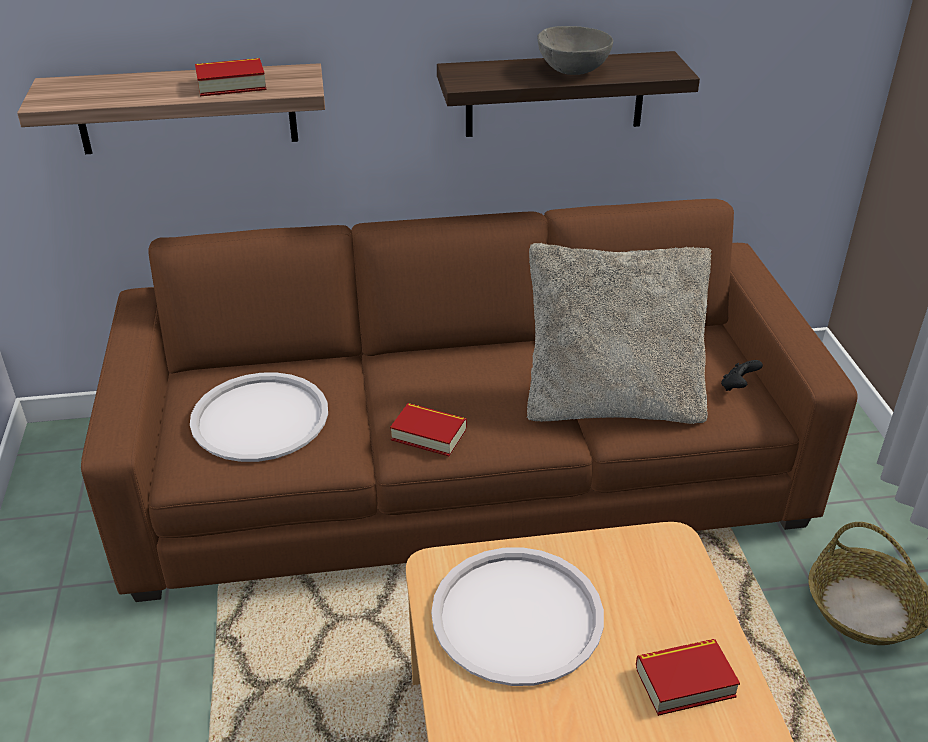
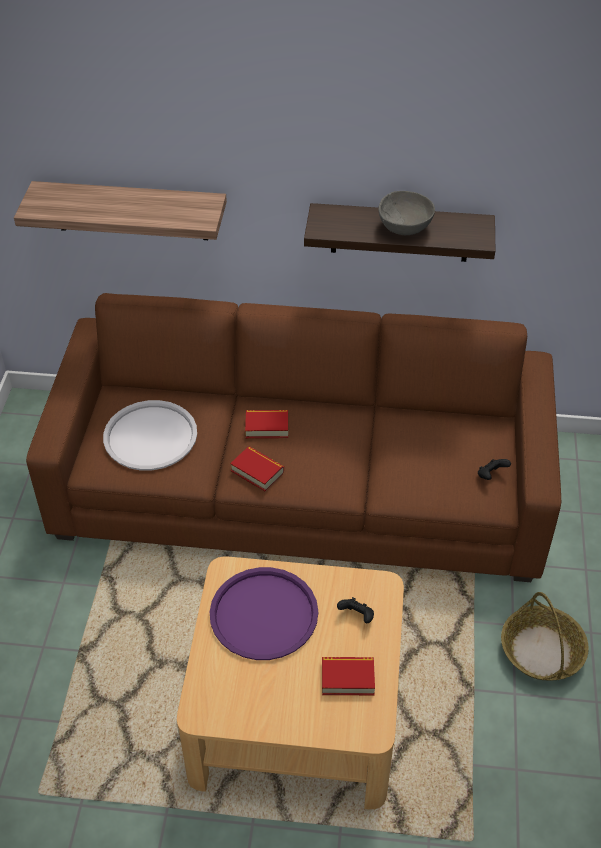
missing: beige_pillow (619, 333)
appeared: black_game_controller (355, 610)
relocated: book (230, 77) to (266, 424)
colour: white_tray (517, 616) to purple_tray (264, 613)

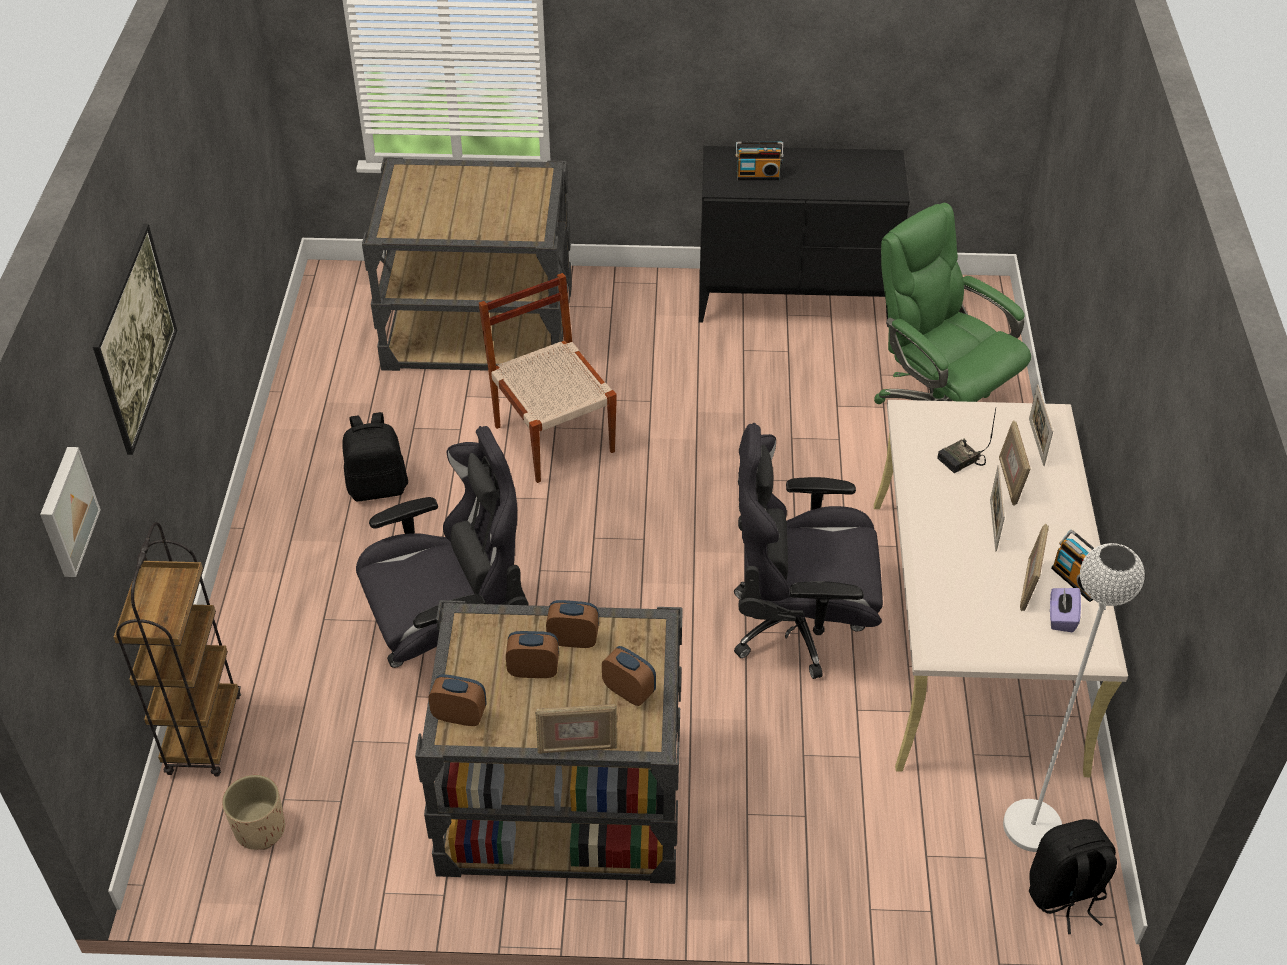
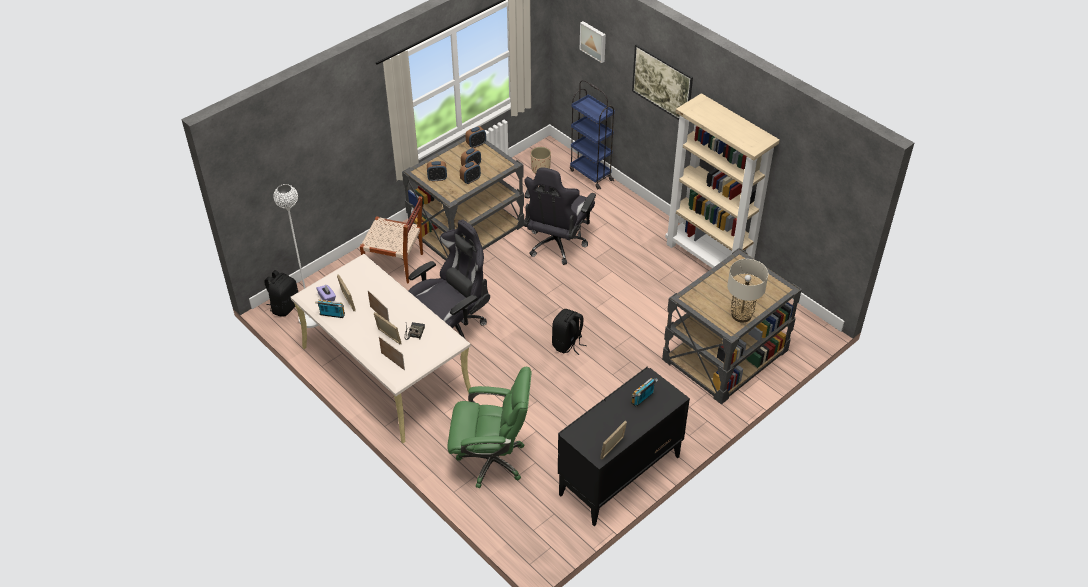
appeared: beige_bookcase (722, 180); table_lamp (747, 291)
relocated: chair (548, 378) to (391, 240); black_backpack (375, 456) to (569, 332); picture_frame (576, 729) to (613, 440)
colour: brown_cart (177, 649) to blue_cart (592, 134)

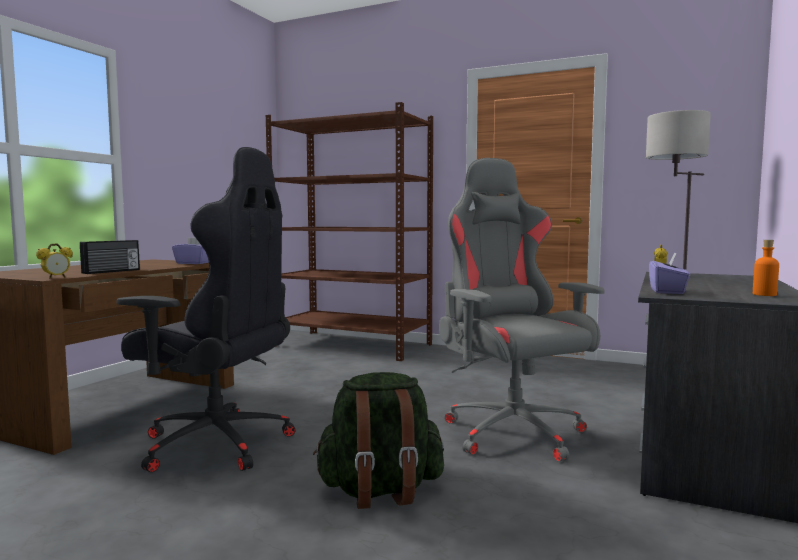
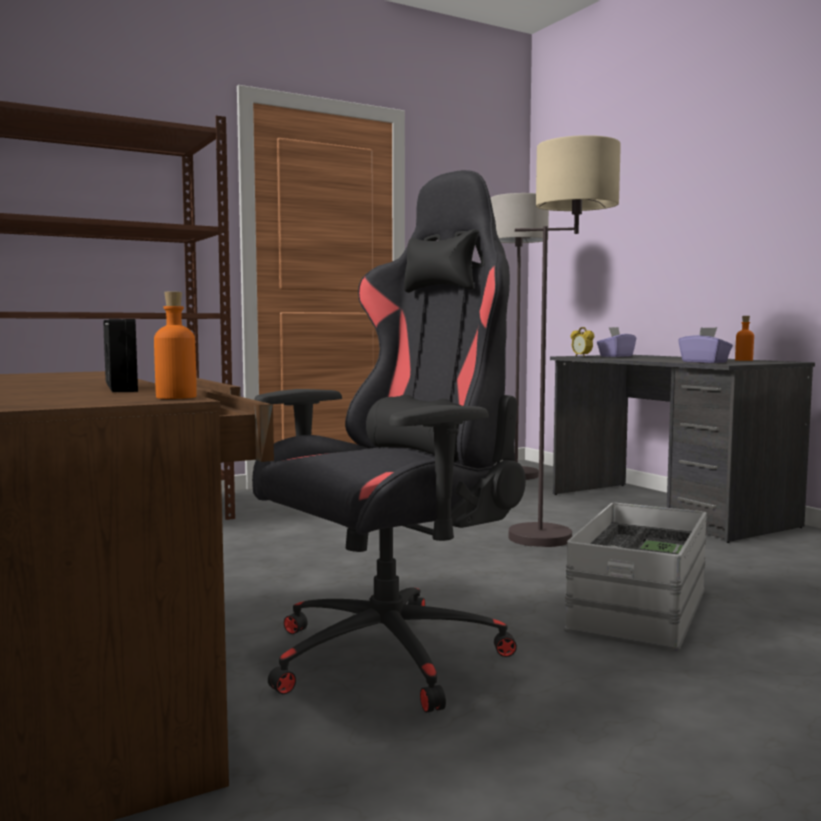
relocated: purple_tissue_box (190, 251) to (616, 342)
exchanged: grey_office_chair (522, 310) to beige_floor_lamp (564, 341); alarm_clock (54, 261) to orange_bottle (175, 345); green_backpack (378, 440) to grey_storage_box (636, 577)

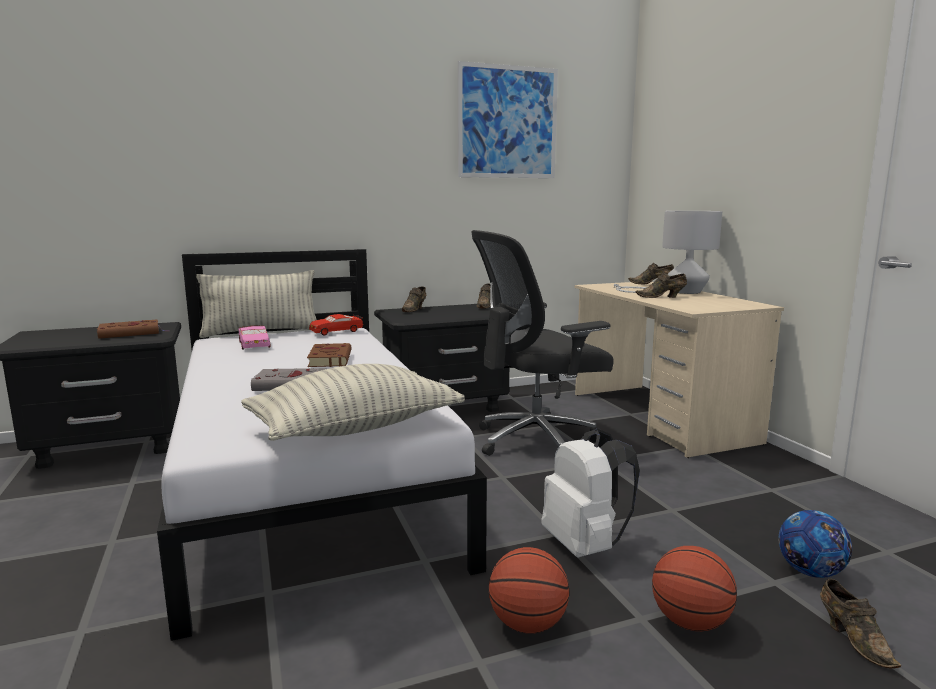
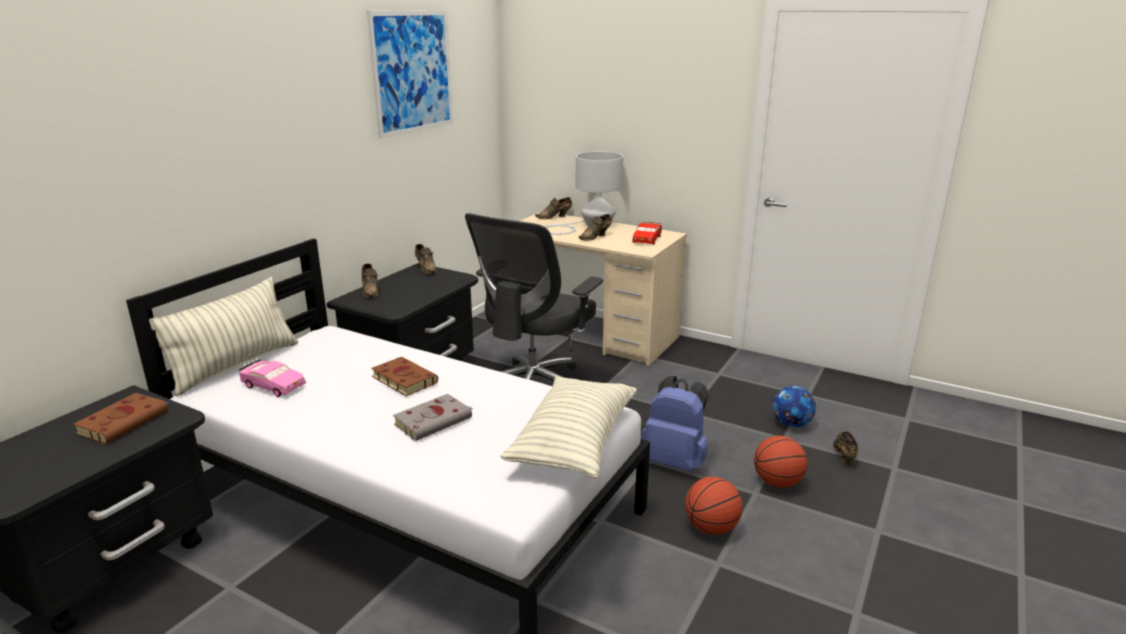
relocated: red_toy_car (336, 324) to (647, 233)
colour: white_backpack (591, 493) to blue_backpack (675, 424)
spun: brown_shoe (860, 624) = (845, 447) 120 degrees counterclockwise

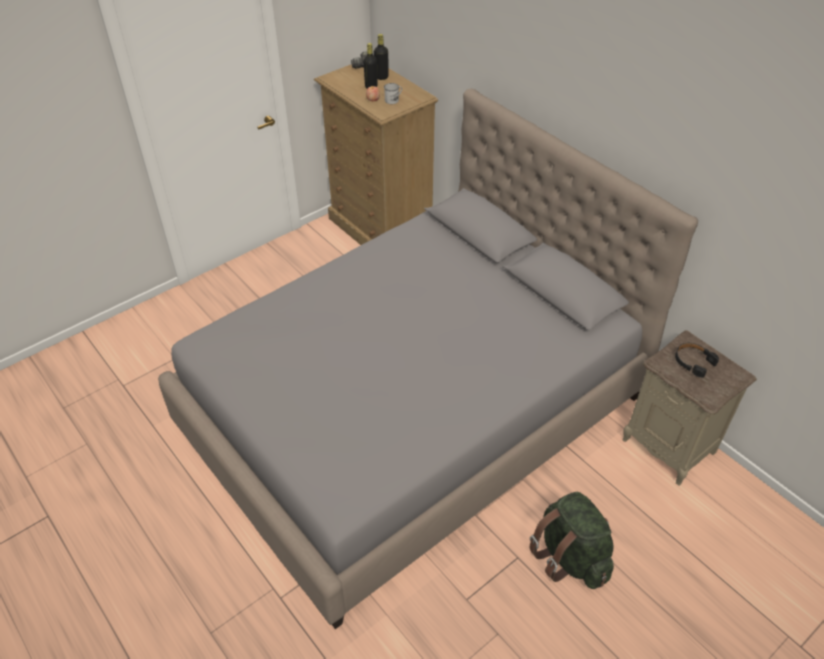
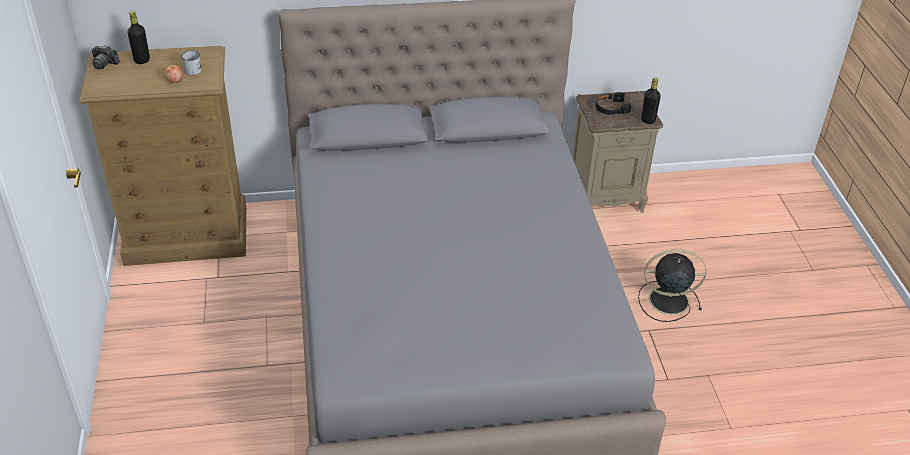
relocated: black_bottle (370, 66) to (651, 100)
exchanged: green_backpack (571, 540) to black_fan (672, 285)

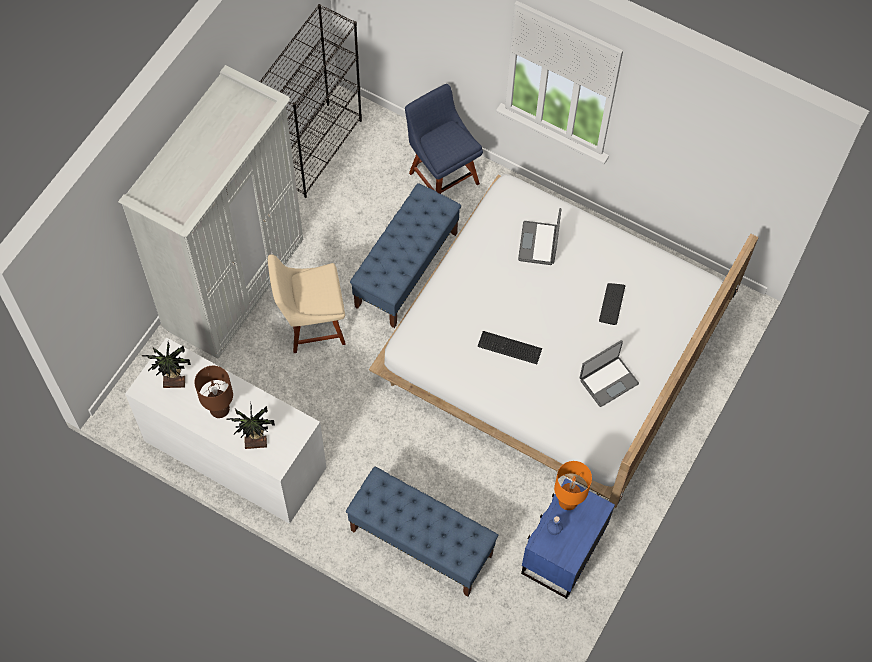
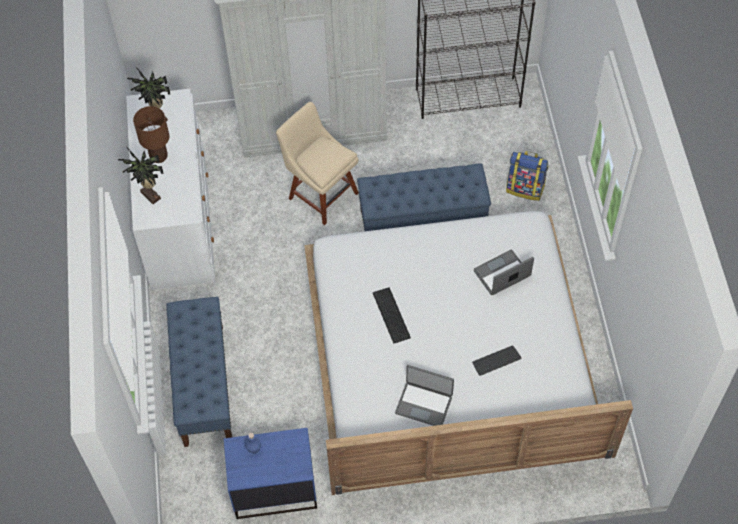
missing: orange_table_lamp (573, 485)
exchanged: blue_chair (444, 139) to backpack (527, 176)

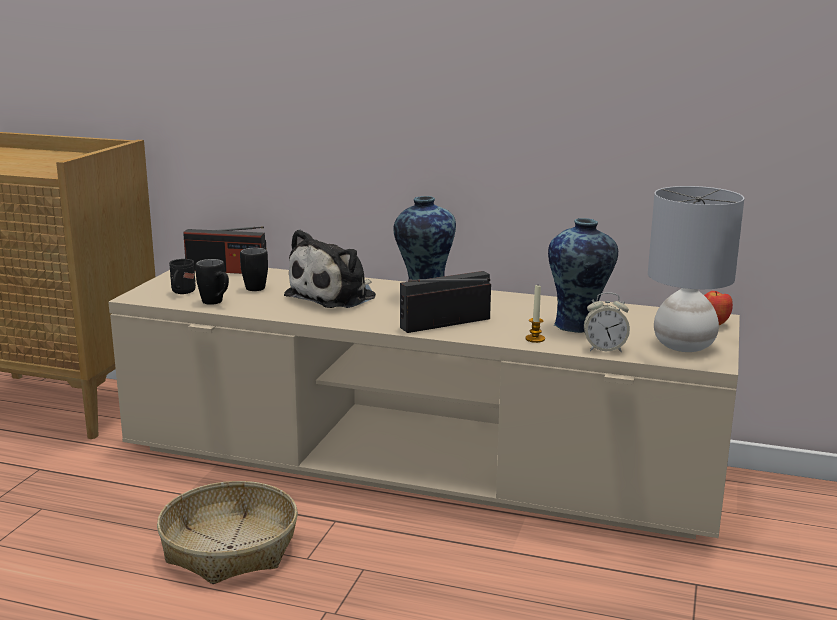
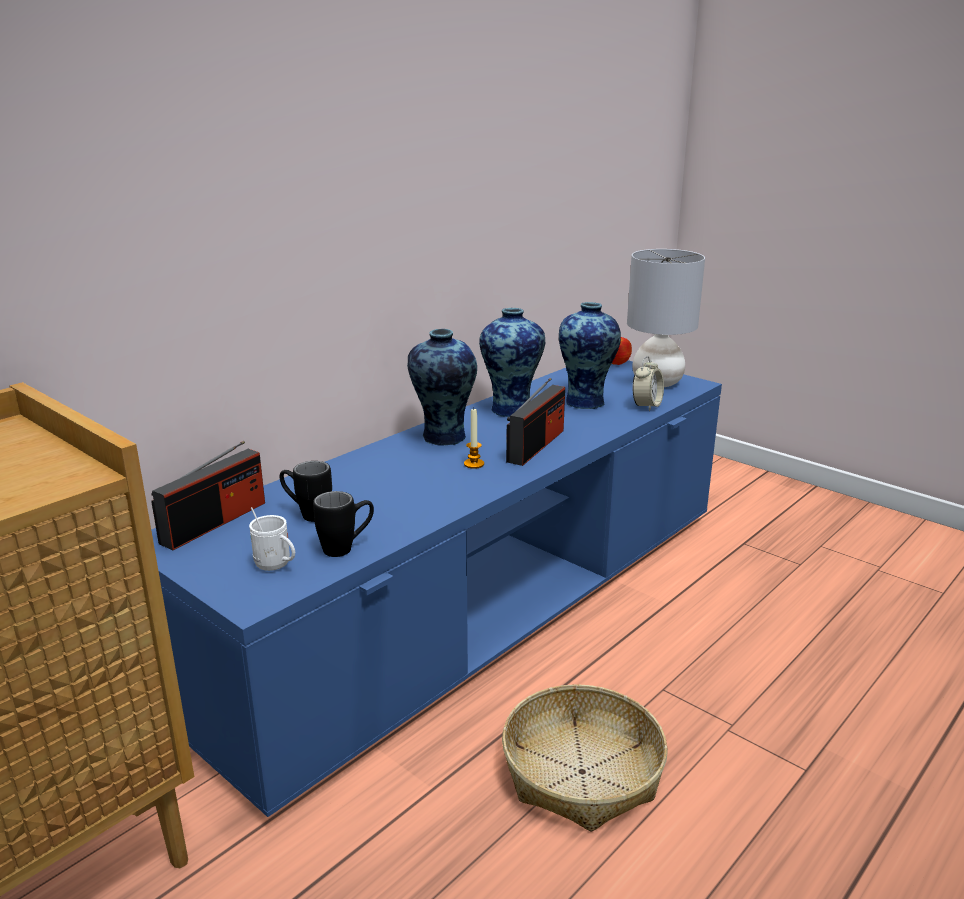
missing: plush_toy (330, 268)
appeared: vase (512, 362)
relocated: candle (535, 314) to (474, 439)
colour: black_mug (182, 272) to white_mug (272, 539); beige_tv_stand (424, 403) to blue_tv_stand (436, 588)
spun: radio (445, 302) = (535, 422) 150 degrees counterclockwise

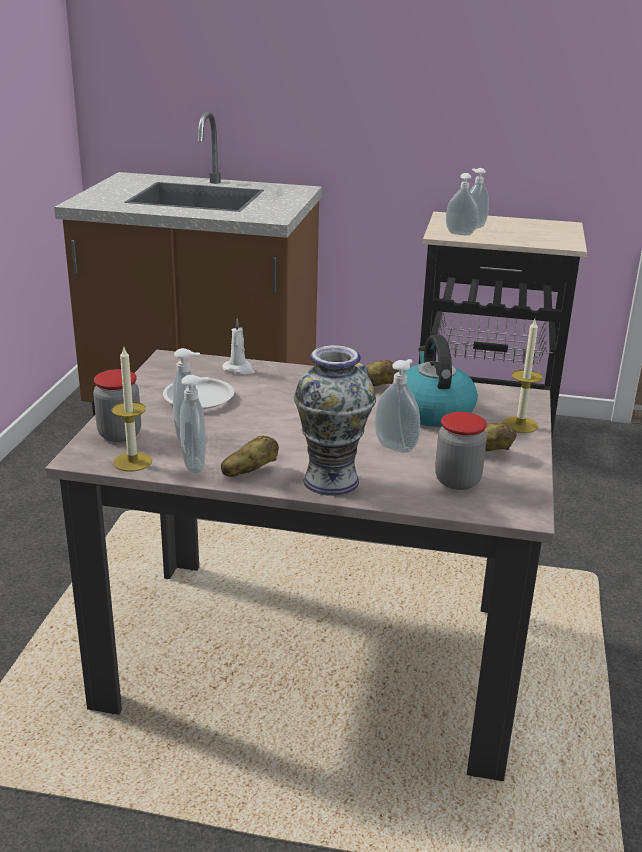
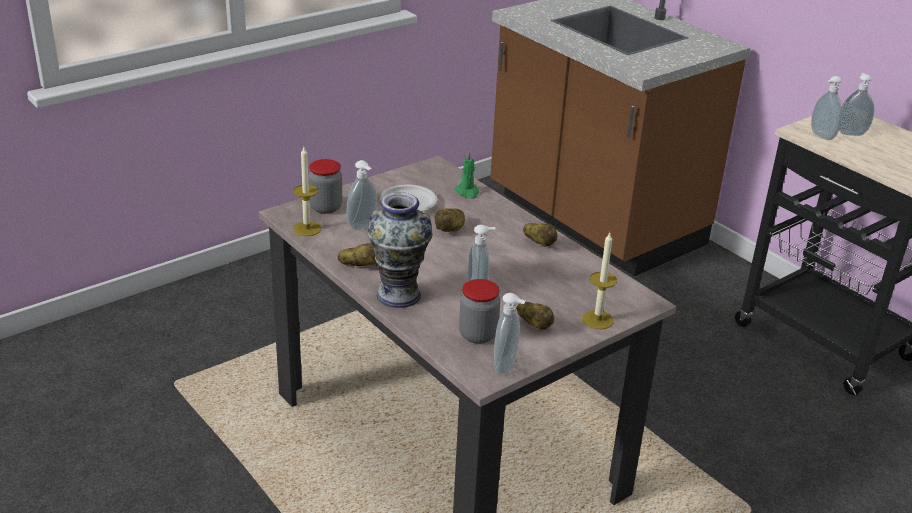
missing: kettle (441, 381)
appeared: potato (449, 220)
relocated: soap_dispenser (194, 424) to (510, 333)
colour: white_candle (238, 346) to green_candle (466, 175)

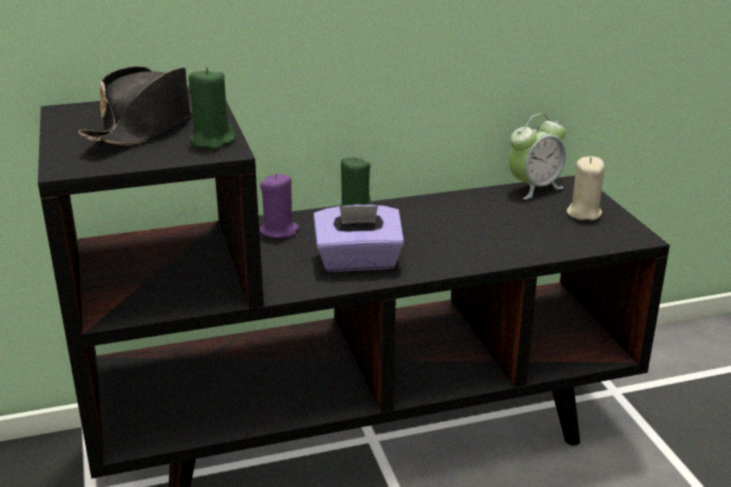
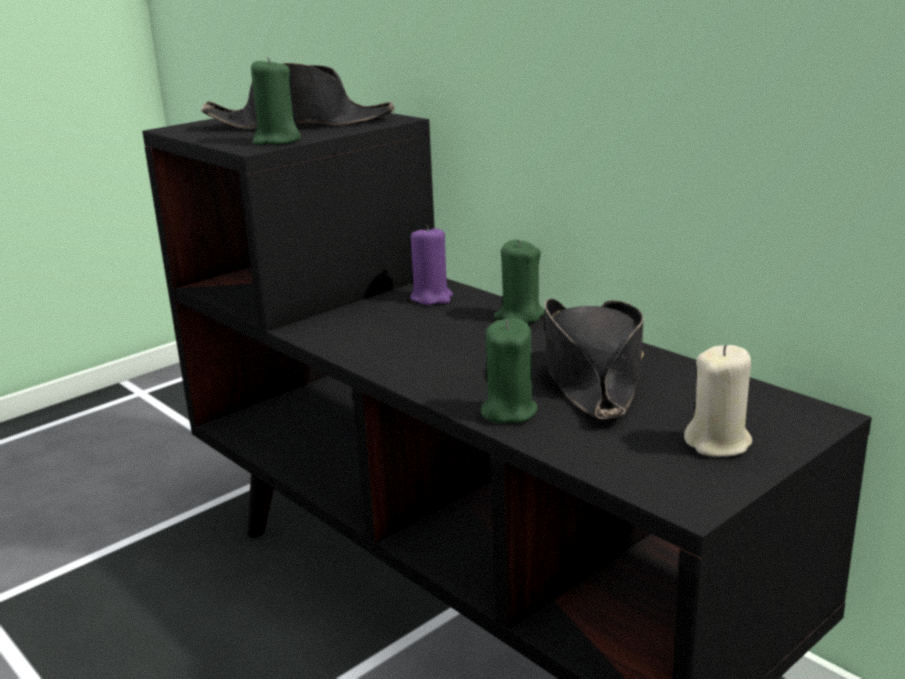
missing: alarm_clock (537, 156); purple_tissue_box (358, 238)
appeared: black_hat (594, 358); green_candle (509, 371)

